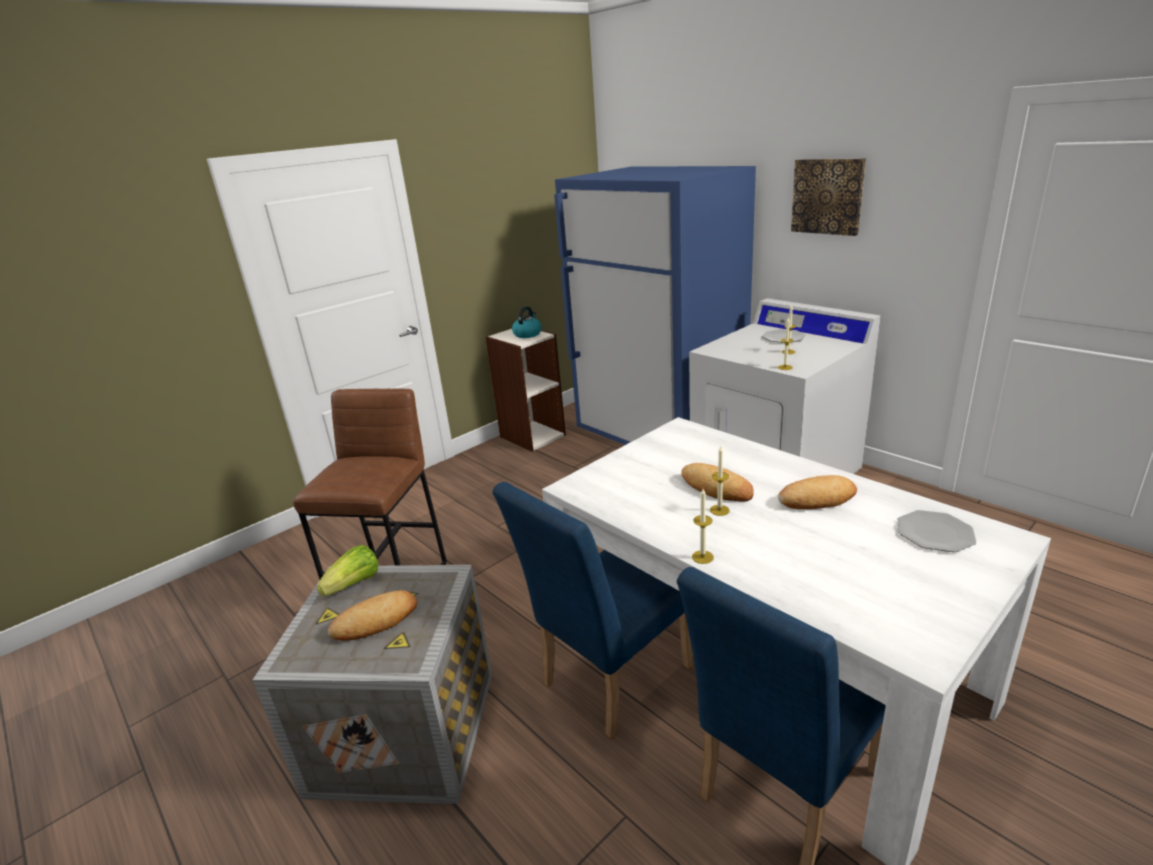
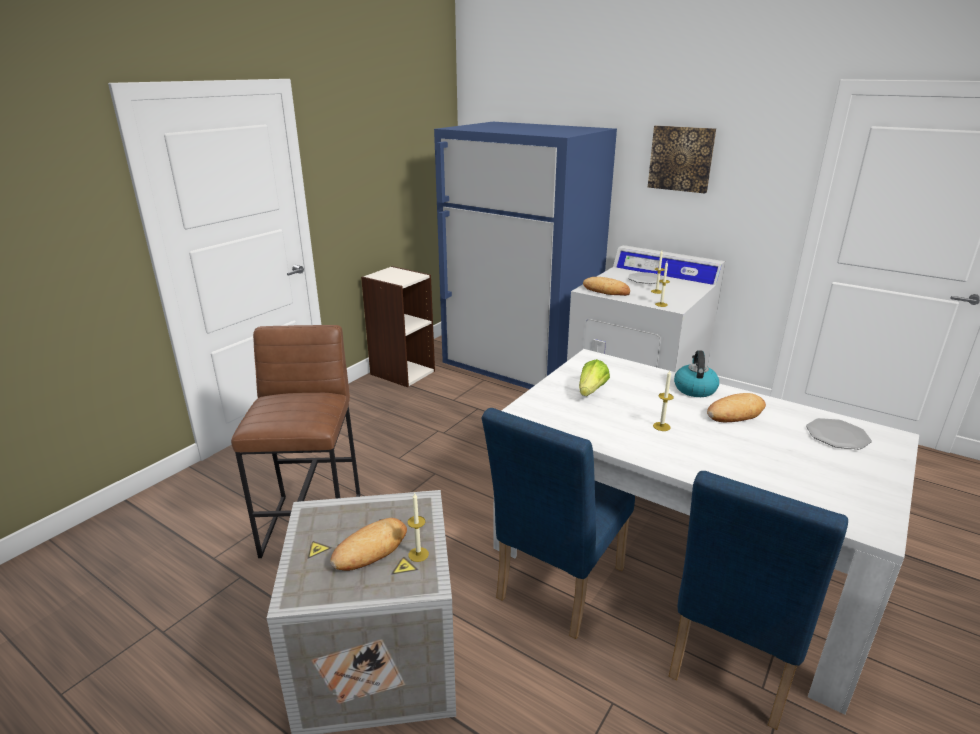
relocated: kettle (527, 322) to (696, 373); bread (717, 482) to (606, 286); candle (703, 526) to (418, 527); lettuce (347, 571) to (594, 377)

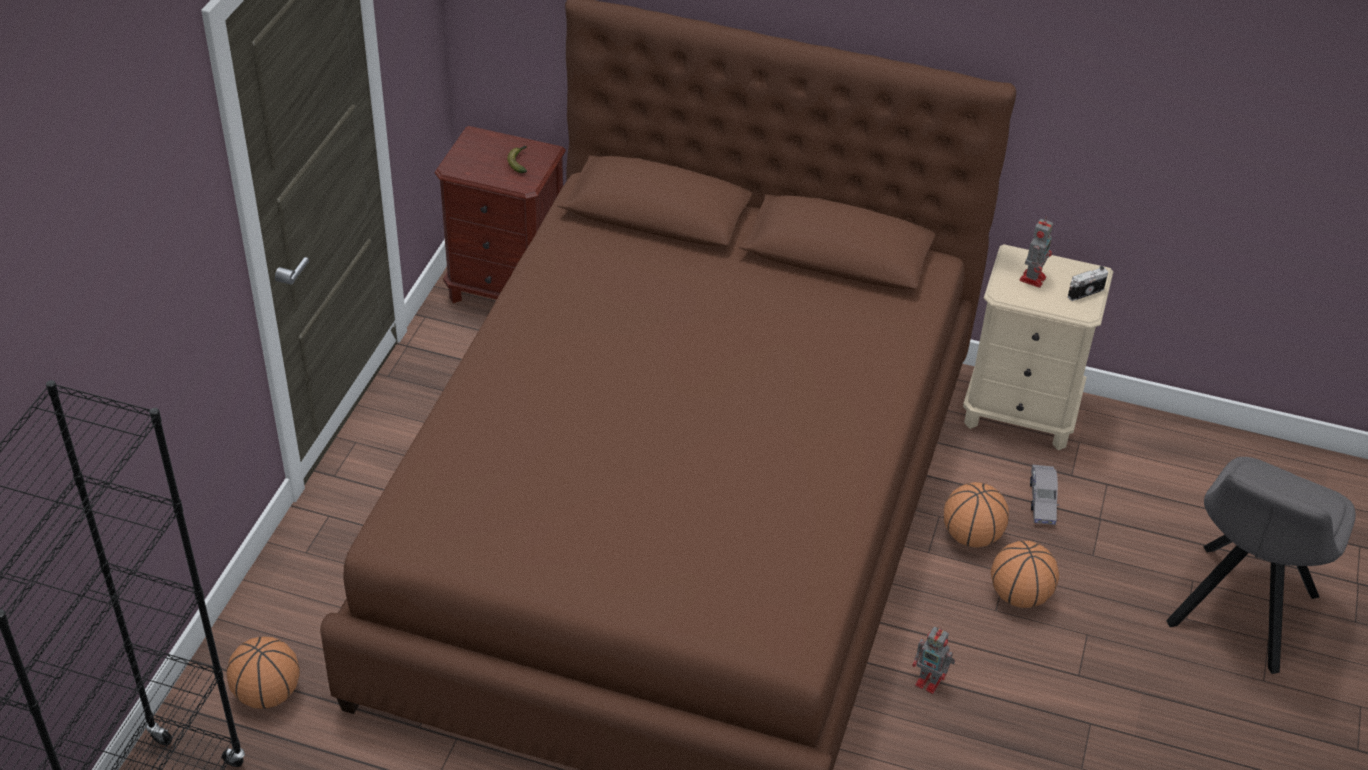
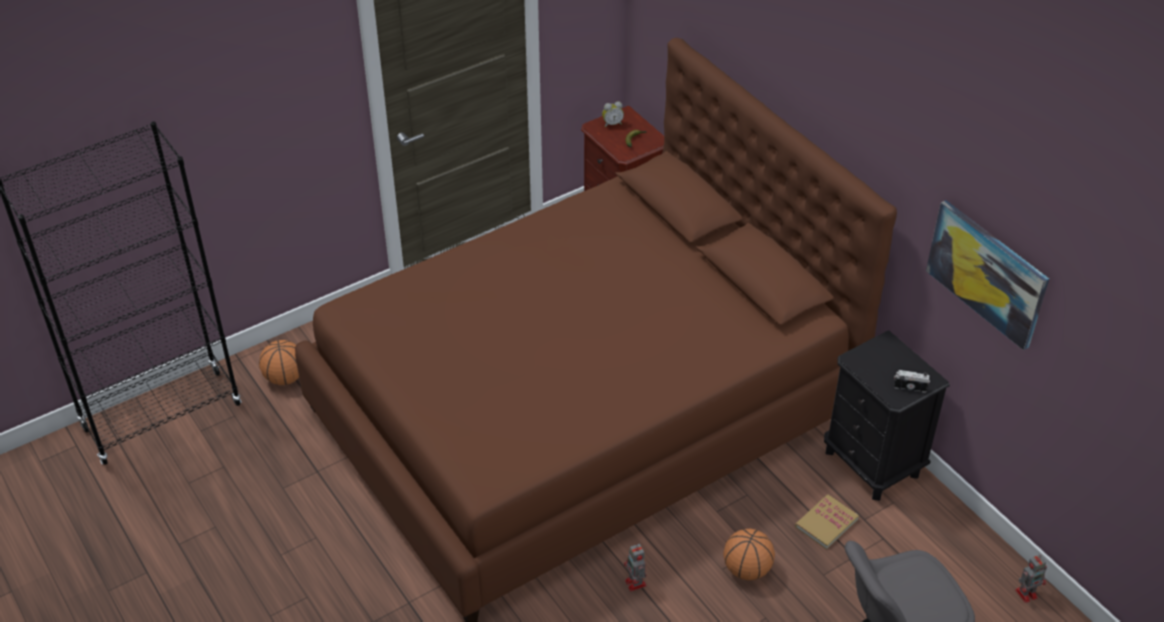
missing: basketball (976, 515)
appeared: alarm_clock (613, 114); picture (987, 275)
relocated: toy_robot (1036, 252) to (1031, 579)
exchanged: grey_toy_car (1045, 495) to book (827, 522)
colour: beige_nightstand (1038, 347) to black_nightstand (887, 415)

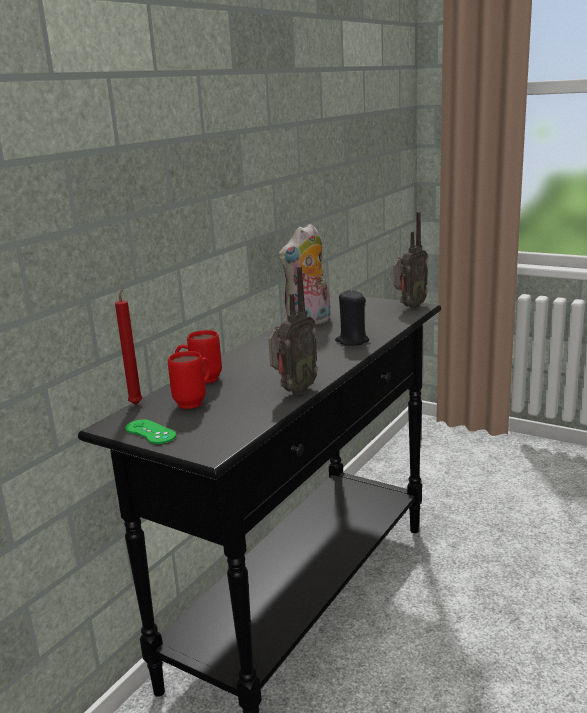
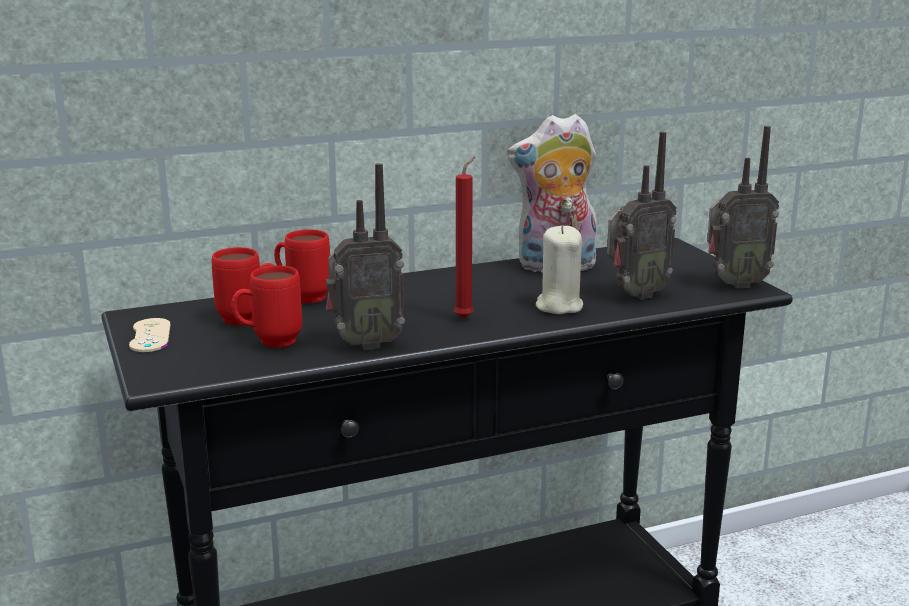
appeared: radio (642, 216); red_mug (266, 306)
relocated: red_candle (129, 346) to (464, 237)
colour: black_candle (352, 318) to beige_candle (559, 269); green_game_controller (150, 431) to beige_game_controller (150, 335)

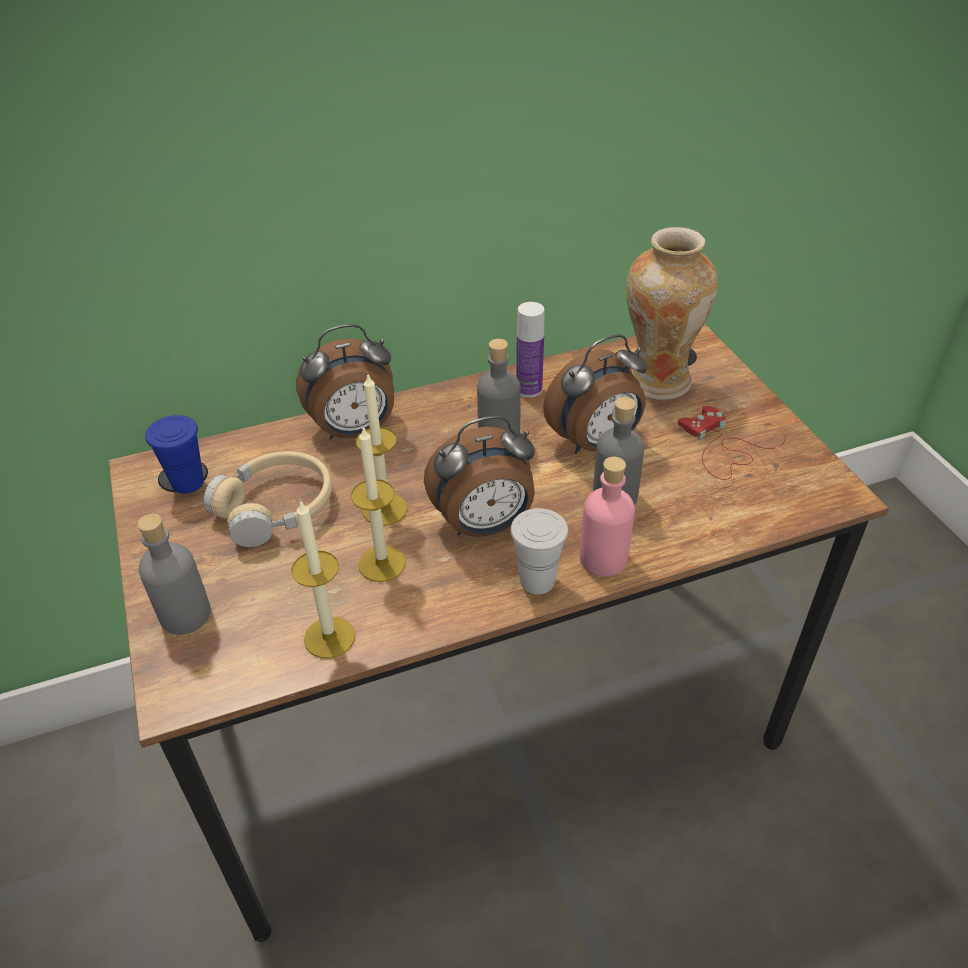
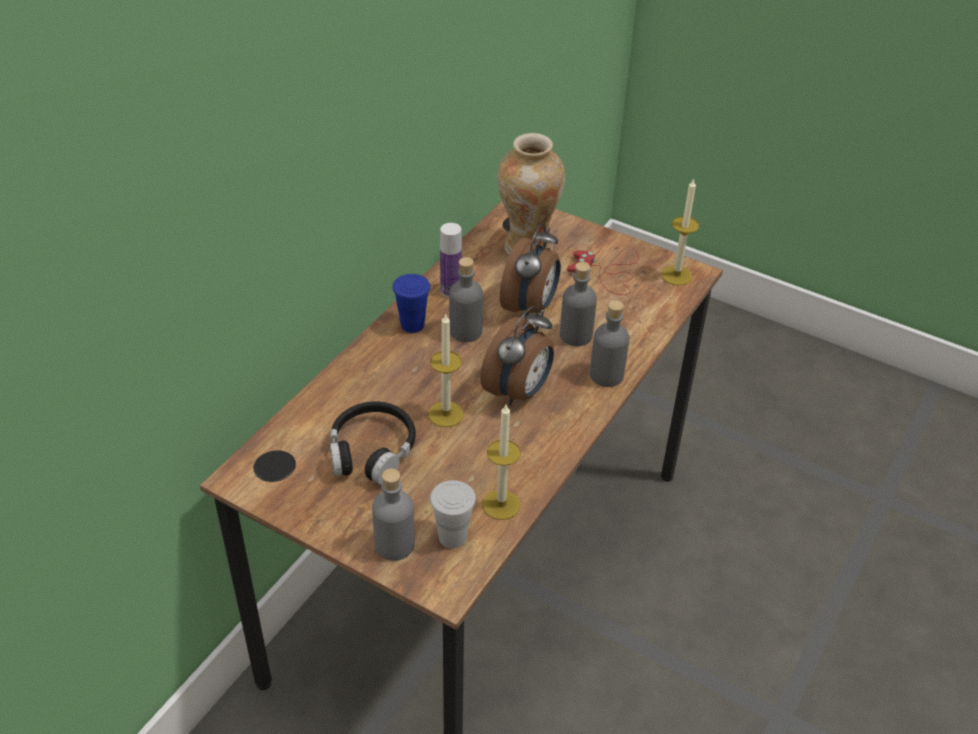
missing: alarm_clock (345, 382)
relocated: blue_cup (174, 454) to (411, 303); candle (378, 504) to (680, 231); white_cup (539, 551) to (453, 514)
colour: beige_headphones (268, 499) to black_headphones (373, 443); pink_bottle (607, 517) to grey_bottle (609, 343)

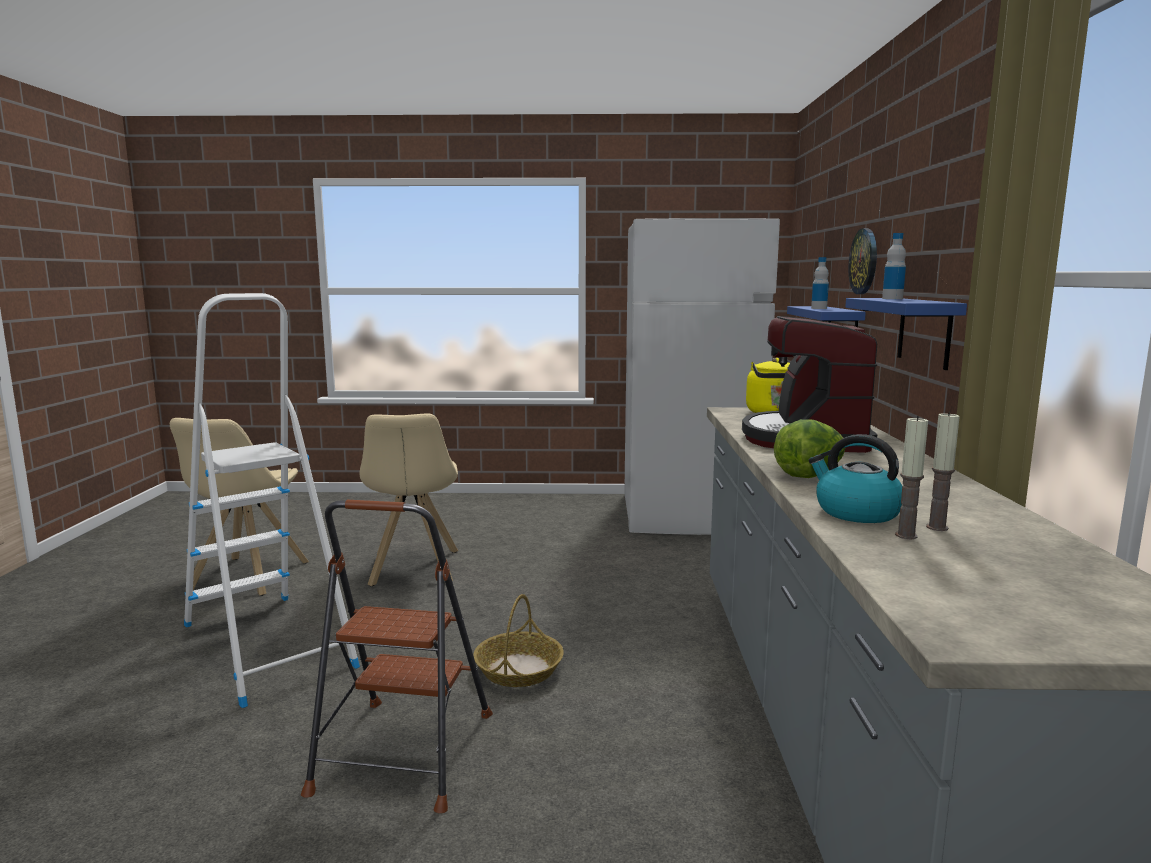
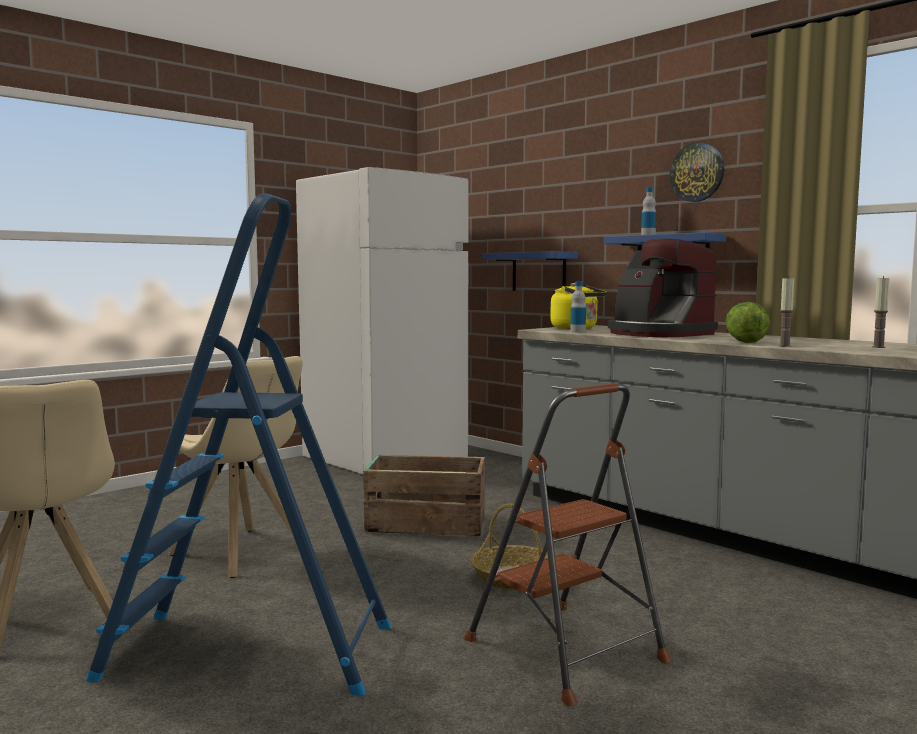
missing: kettle (855, 478)
appeared: crate (424, 496)
relocated: wall_clock (862, 261) to (696, 172); bottle (820, 283) to (578, 307); candle (911, 477) to (786, 311)
colour: white_step_ladder (272, 500) to blue_step_ladder (238, 444)

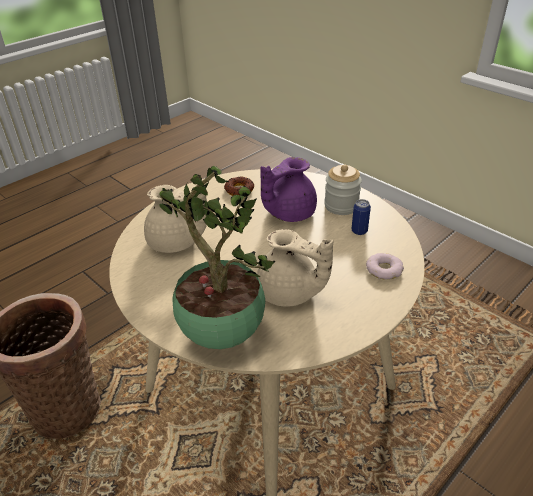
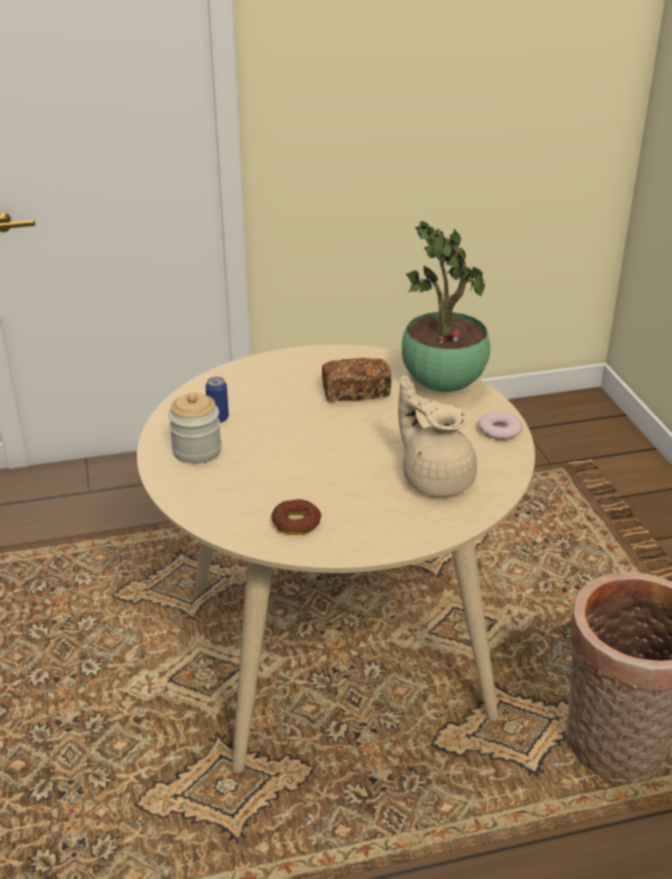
missing: purple_teapot (288, 189)
relocated: donut (385, 266) to (500, 426)
exchanged: beige_teapot (295, 268) to bread (356, 380)

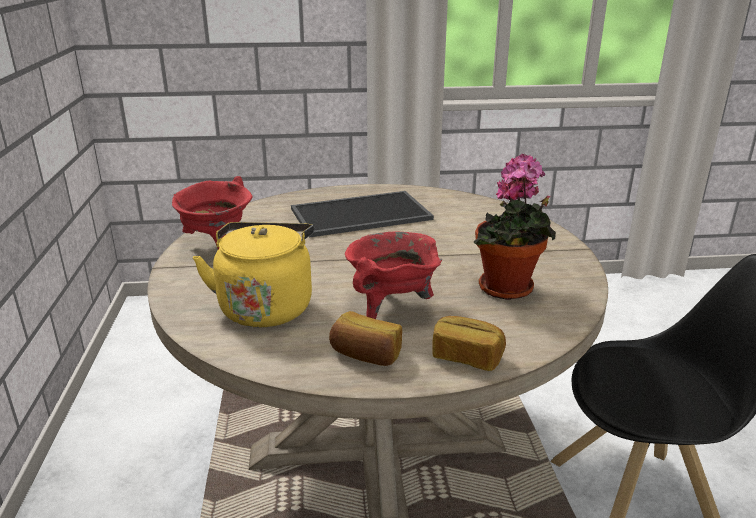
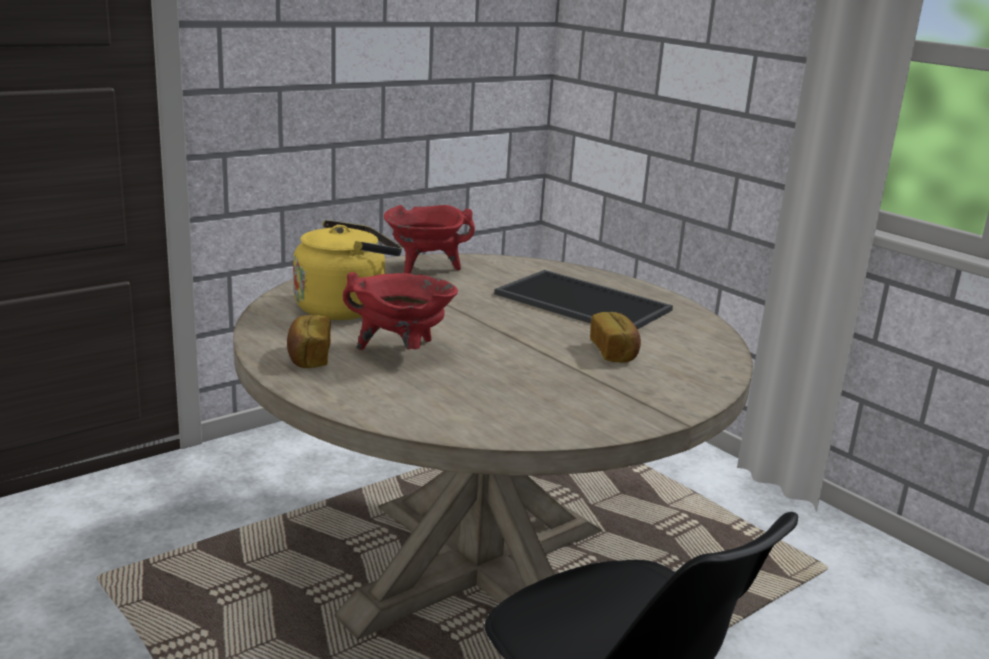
missing: potted_plant (514, 227)
relocated: bread (469, 343) to (615, 337)

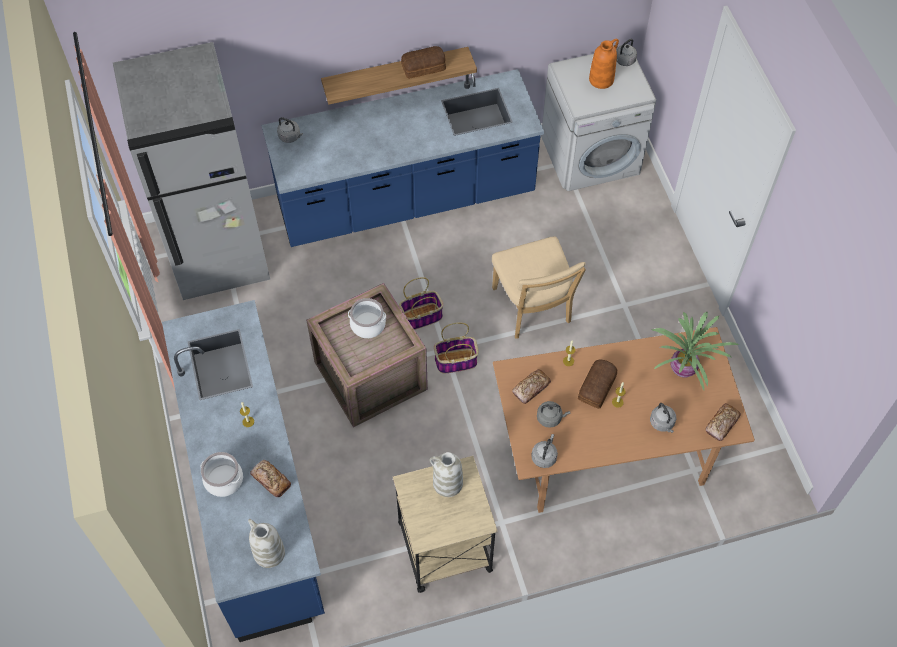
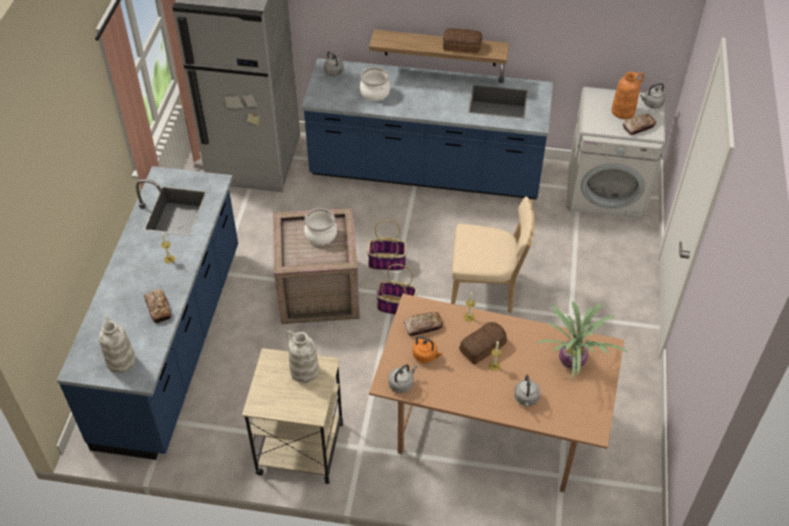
relocated: bread (723, 422) to (639, 124); cooking_pot (221, 474) to (375, 84)
colour: grey_kettle (553, 414) to orange_kettle (427, 349)
spun: beige_chair (539, 287) = (493, 254) 90 degrees counterclockwise

